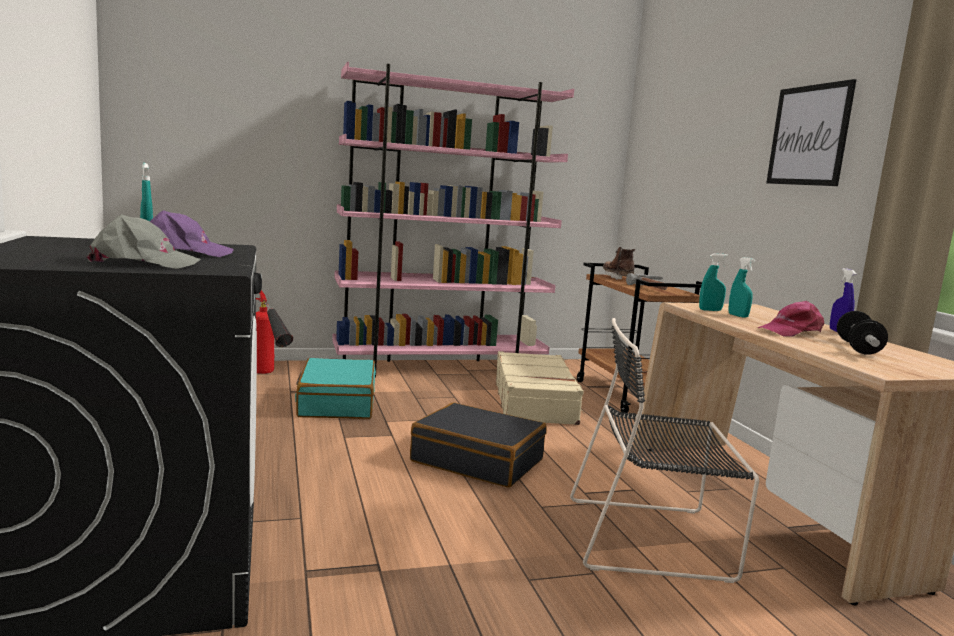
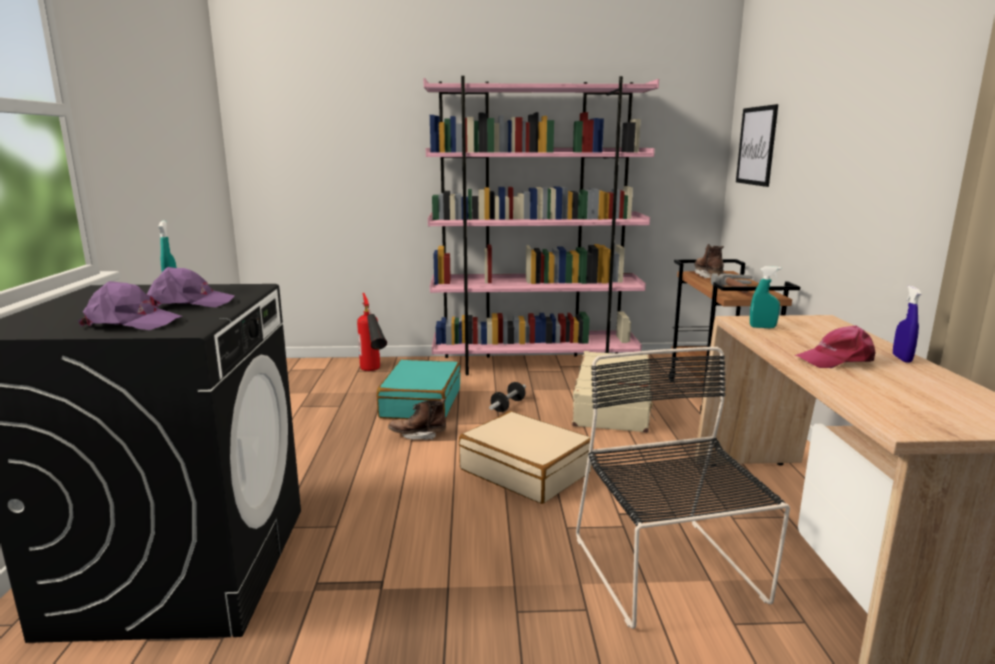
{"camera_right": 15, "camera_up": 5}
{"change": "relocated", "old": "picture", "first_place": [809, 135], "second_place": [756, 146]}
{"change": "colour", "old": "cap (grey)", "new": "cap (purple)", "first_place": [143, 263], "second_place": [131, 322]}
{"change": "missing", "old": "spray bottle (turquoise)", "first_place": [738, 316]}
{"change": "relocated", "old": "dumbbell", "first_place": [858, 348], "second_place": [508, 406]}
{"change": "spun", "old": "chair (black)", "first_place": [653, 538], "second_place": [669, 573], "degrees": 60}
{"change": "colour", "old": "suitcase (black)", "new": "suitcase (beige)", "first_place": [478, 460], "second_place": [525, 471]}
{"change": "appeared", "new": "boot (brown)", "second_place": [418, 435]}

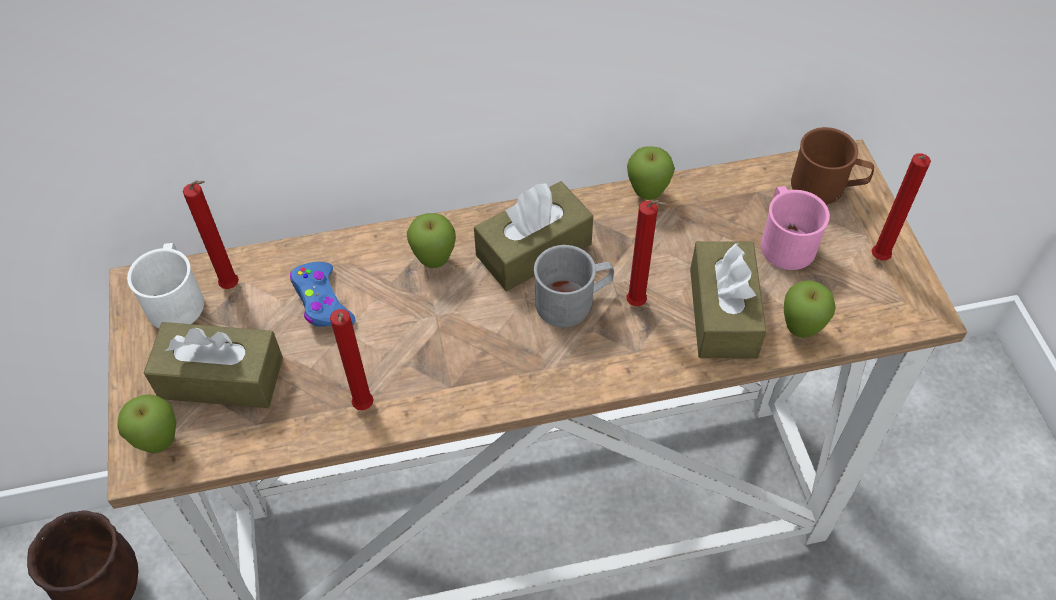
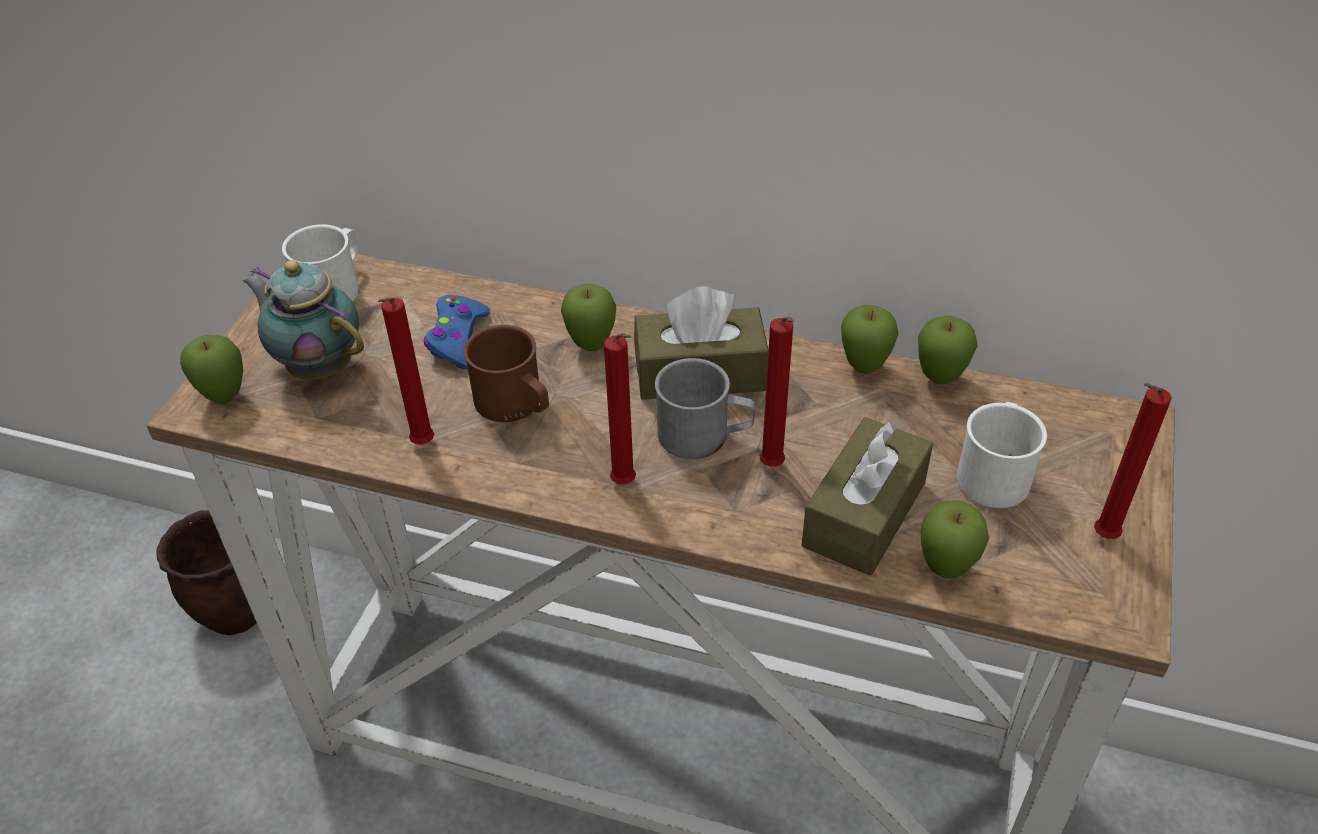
{"camera_right": 30, "camera_up": -10}
{"change": "relocated", "old": "mug (brown)", "first_place": [827, 187], "second_place": [515, 405]}
{"change": "relocated", "old": "candle (red)", "first_place": [233, 287], "second_place": [626, 485]}
{"change": "colour", "old": "mug (pink)", "new": "mug (white)", "first_place": [784, 241], "second_place": [995, 472]}
{"change": "exchanged", "old": "tissue box (brown)", "new": "teapot", "first_place": [221, 378], "second_place": [318, 366]}
{"change": "appeared", "new": "apple", "second_place": [939, 379]}

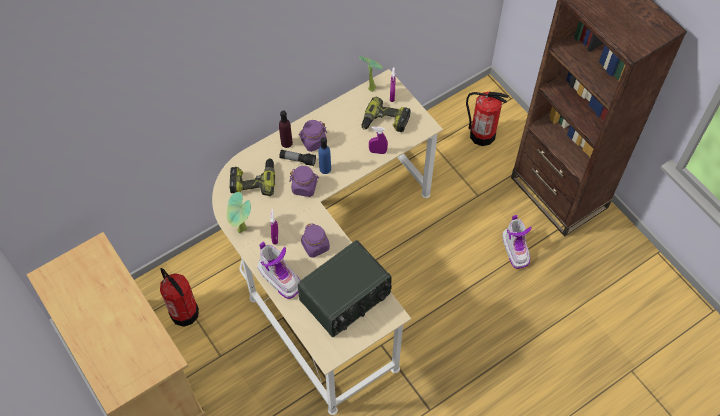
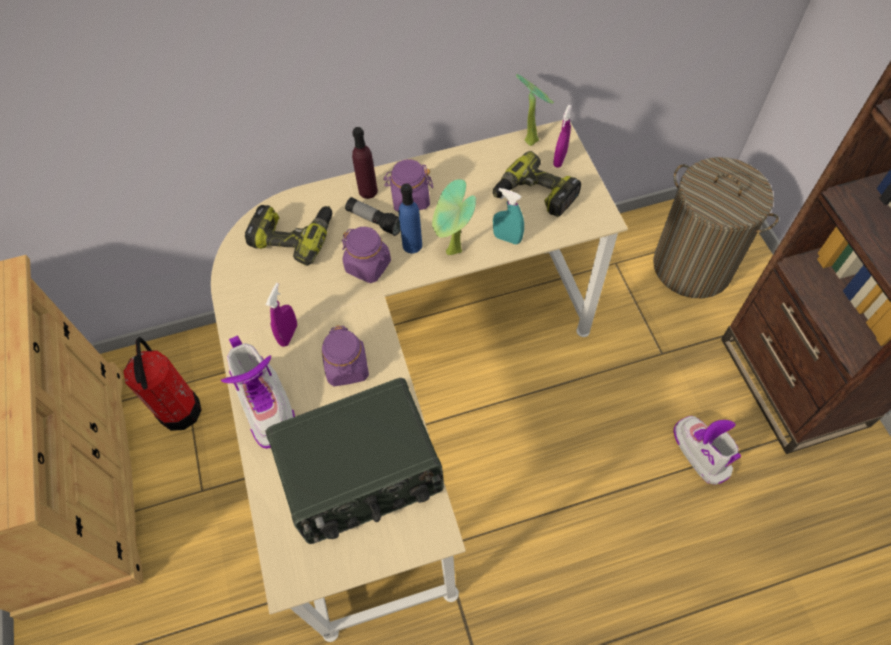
{"camera_right": 20, "camera_up": 0}
{"change": "exchanged", "old": "fire extinguisher", "new": "laundry basket", "first_place": [482, 135], "second_place": [692, 266]}
{"change": "colour", "old": "spray bottle (purple)", "new": "spray bottle (turquoise)", "first_place": [377, 151], "second_place": [507, 238]}
{"change": "relocated", "old": "potted plant", "first_place": [242, 231], "second_place": [453, 254]}
{"change": "spun", "old": "boot", "first_place": [515, 249], "second_place": [700, 452], "degrees": 150}

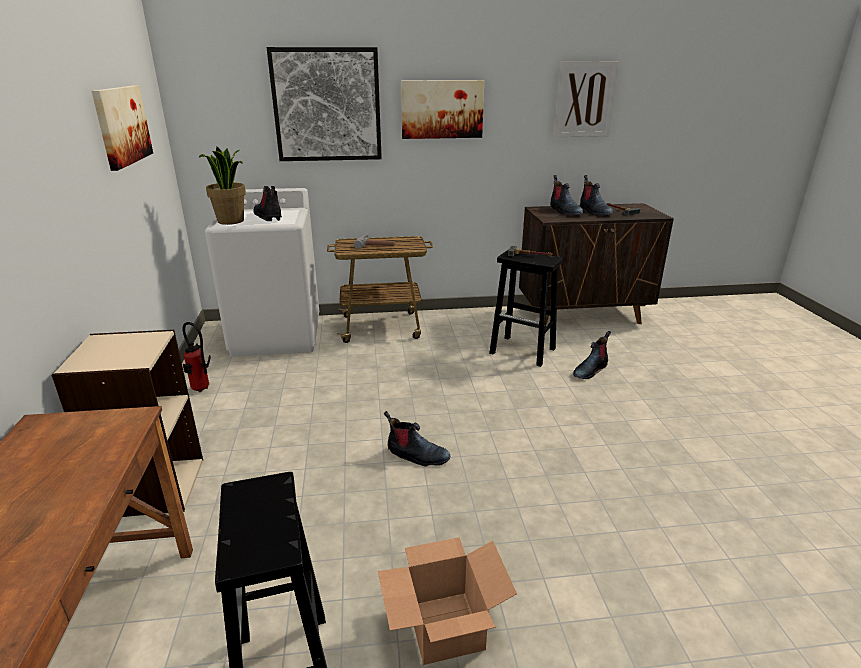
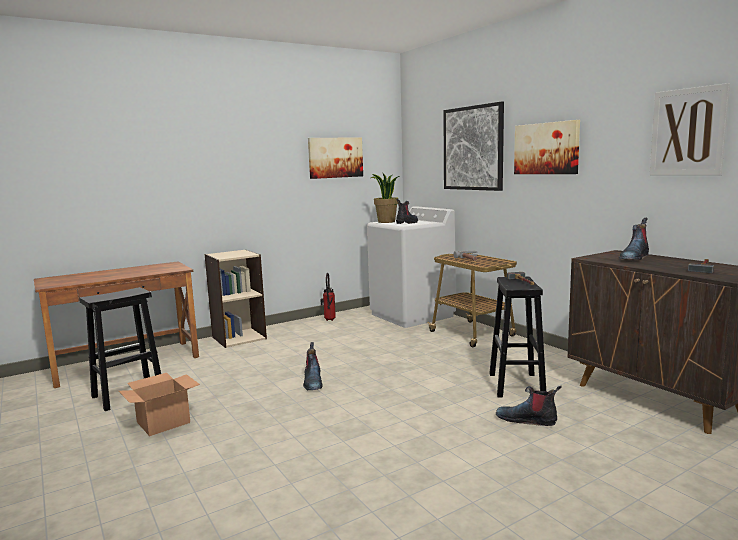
{"camera_right": 65, "camera_up": -15}
{"change": "missing", "old": "boot", "first_place": [594, 211]}

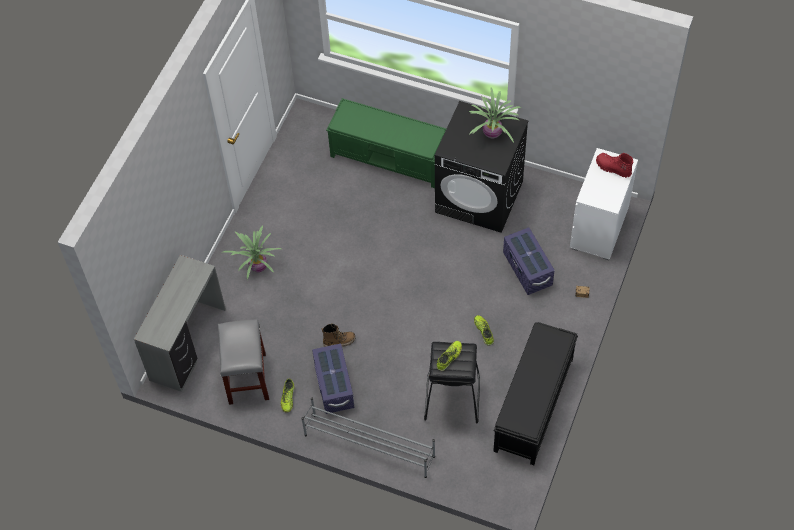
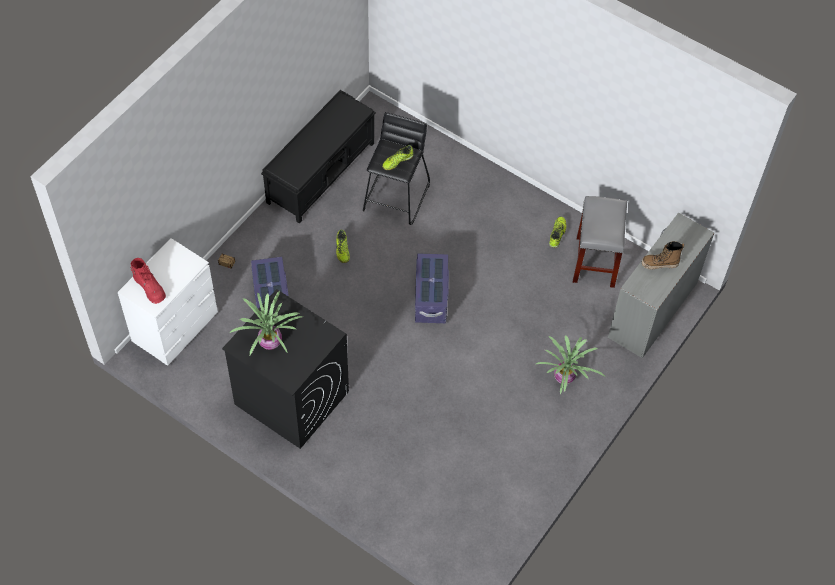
{"camera_right": -170, "camera_up": 0}
{"change": "missing", "old": "bench (green)", "first_place": [389, 158]}
{"change": "relocated", "old": "boot", "first_place": [339, 342], "second_place": [659, 264]}
{"change": "relocated", "old": "storage box (purple)", "first_place": [334, 386], "second_place": [431, 297]}
{"change": "missing", "old": "shoe rack (grey)", "first_place": [369, 445]}

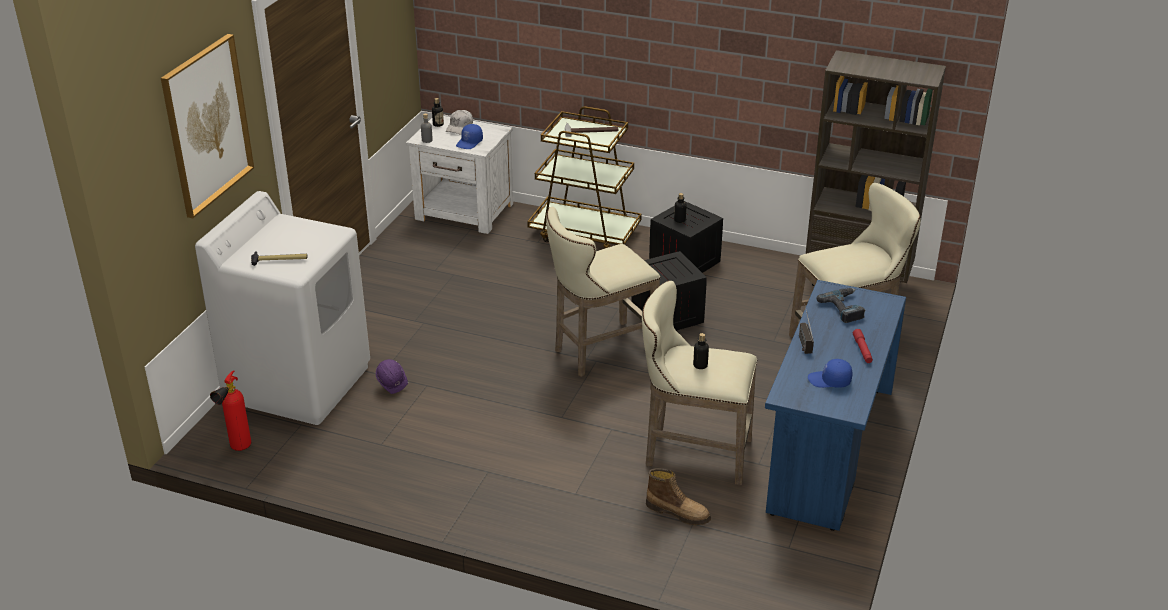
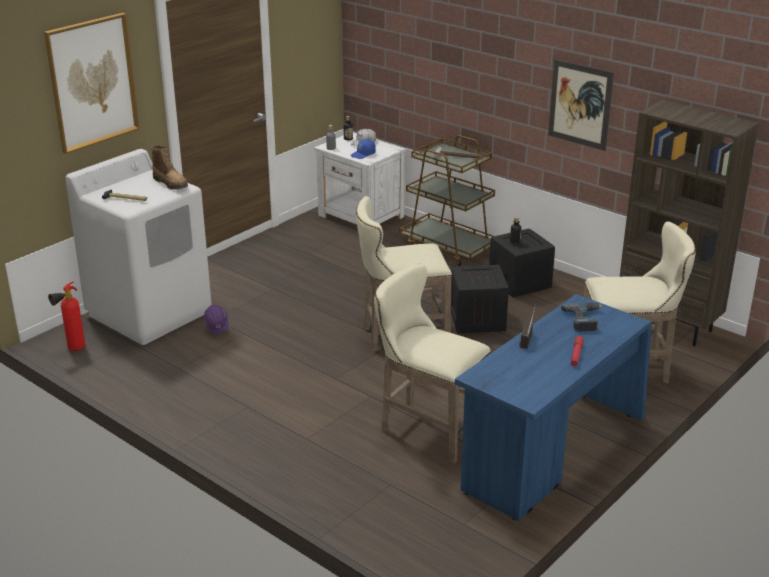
{"camera_right": 20, "camera_up": -5}
{"change": "missing", "old": "bottle", "first_place": [700, 365]}
{"change": "missing", "old": "cap (blue)", "first_place": [829, 381]}
{"change": "relocated", "old": "boot", "first_place": [678, 512], "second_place": [171, 183]}
{"change": "appeared", "new": "picture", "second_place": [580, 104]}

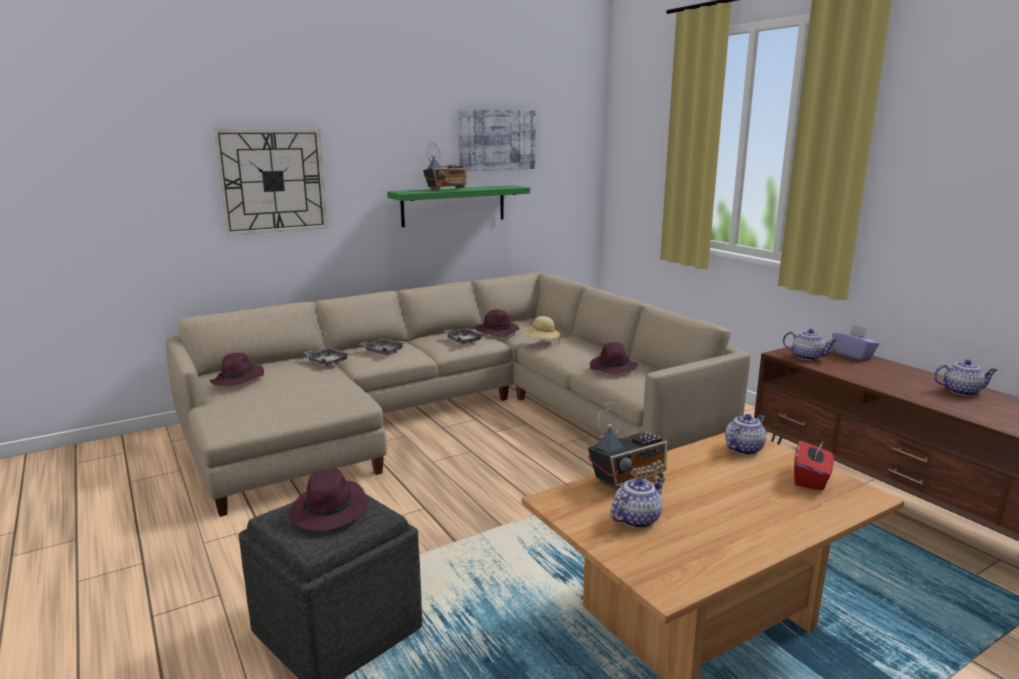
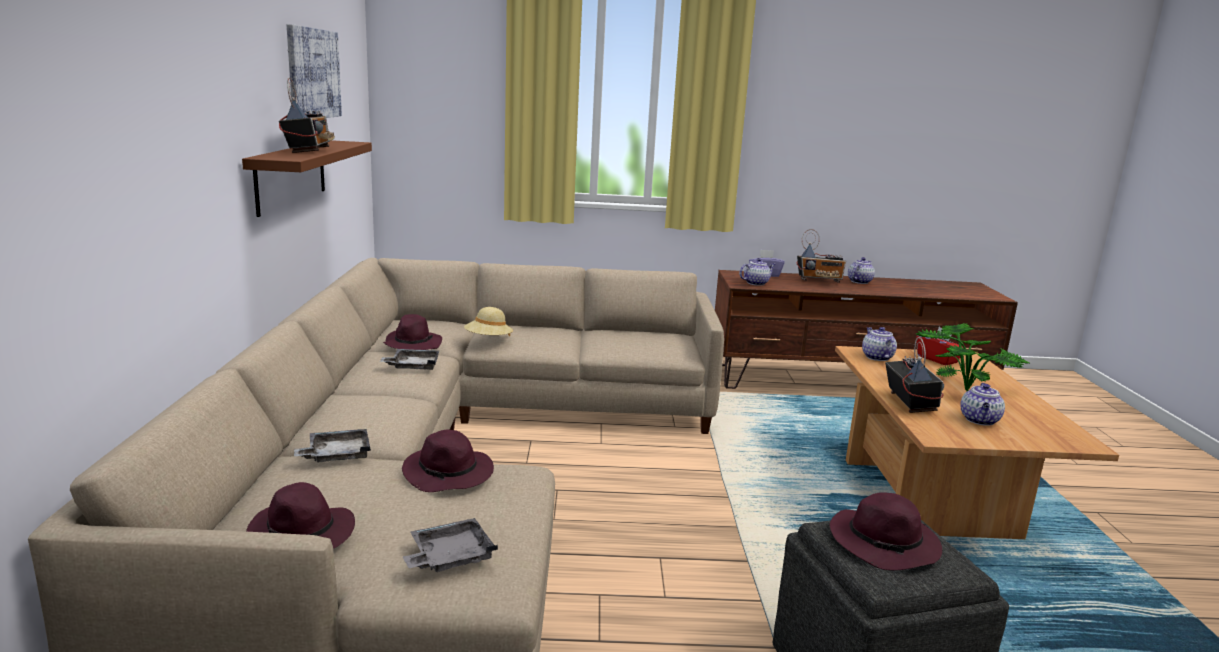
{"camera_right": -60, "camera_up": 0}
{"change": "missing", "old": "wall clock", "first_place": [272, 181]}
{"change": "colour", "old": "shelf (green)", "new": "shelf (brown)", "first_place": [454, 205], "second_place": [291, 175]}
{"change": "relocated", "old": "tray (grey)", "first_place": [382, 351], "second_place": [449, 557]}
{"change": "relocated", "old": "hat (purple)", "first_place": [613, 368], "second_place": [449, 474]}
{"change": "spun", "old": "teapot", "first_place": [637, 519], "second_place": [980, 420], "degrees": -150}
{"change": "appeared", "new": "radio", "second_place": [819, 281]}
{"change": "appeared", "new": "potted plant", "second_place": [964, 388]}

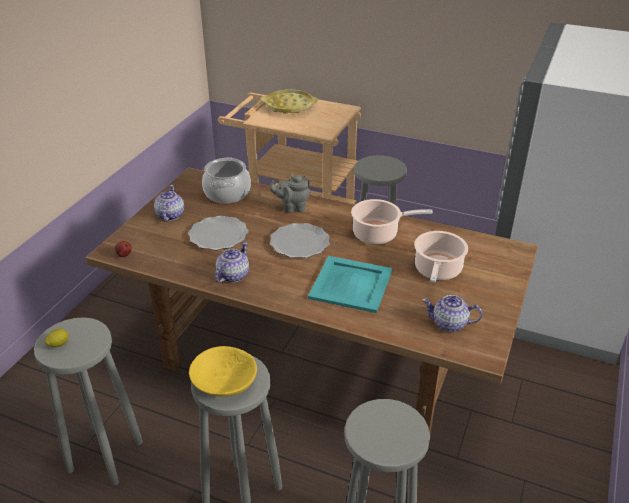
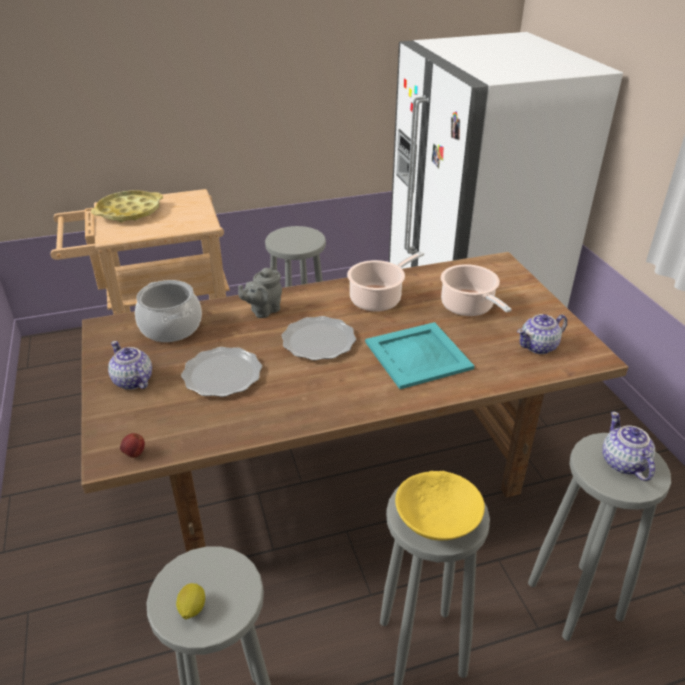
{"camera_right": -40, "camera_up": 0}
{"change": "relocated", "old": "teapot", "first_place": [232, 275], "second_place": [623, 463]}

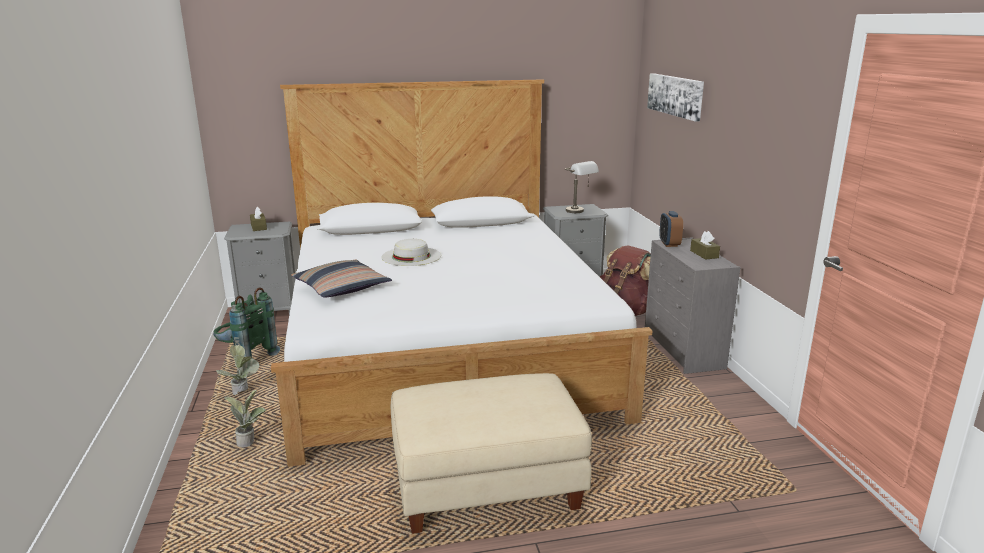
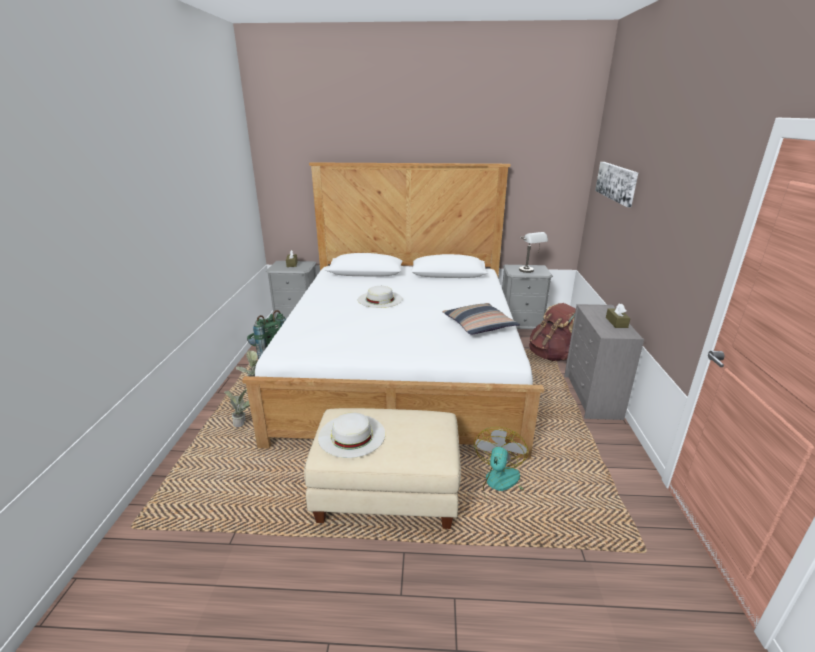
{"camera_right": 15, "camera_up": 5}
{"change": "missing", "old": "alarm clock", "first_place": [669, 244]}
{"change": "relocated", "old": "pillow", "first_place": [341, 288], "second_place": [479, 325]}
{"change": "appeared", "new": "hat (white)", "second_place": [351, 435]}
{"change": "appeared", "new": "fan", "second_place": [501, 486]}

